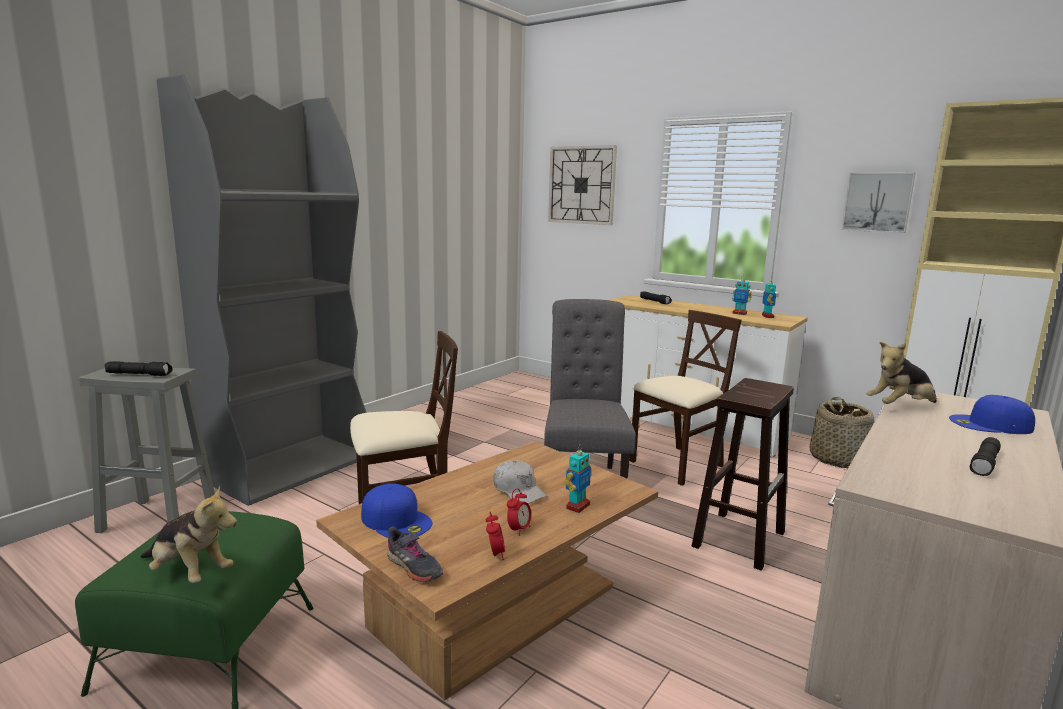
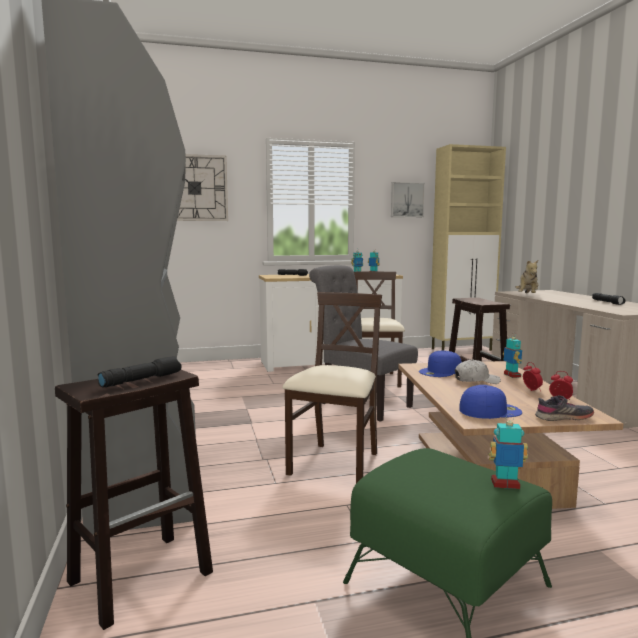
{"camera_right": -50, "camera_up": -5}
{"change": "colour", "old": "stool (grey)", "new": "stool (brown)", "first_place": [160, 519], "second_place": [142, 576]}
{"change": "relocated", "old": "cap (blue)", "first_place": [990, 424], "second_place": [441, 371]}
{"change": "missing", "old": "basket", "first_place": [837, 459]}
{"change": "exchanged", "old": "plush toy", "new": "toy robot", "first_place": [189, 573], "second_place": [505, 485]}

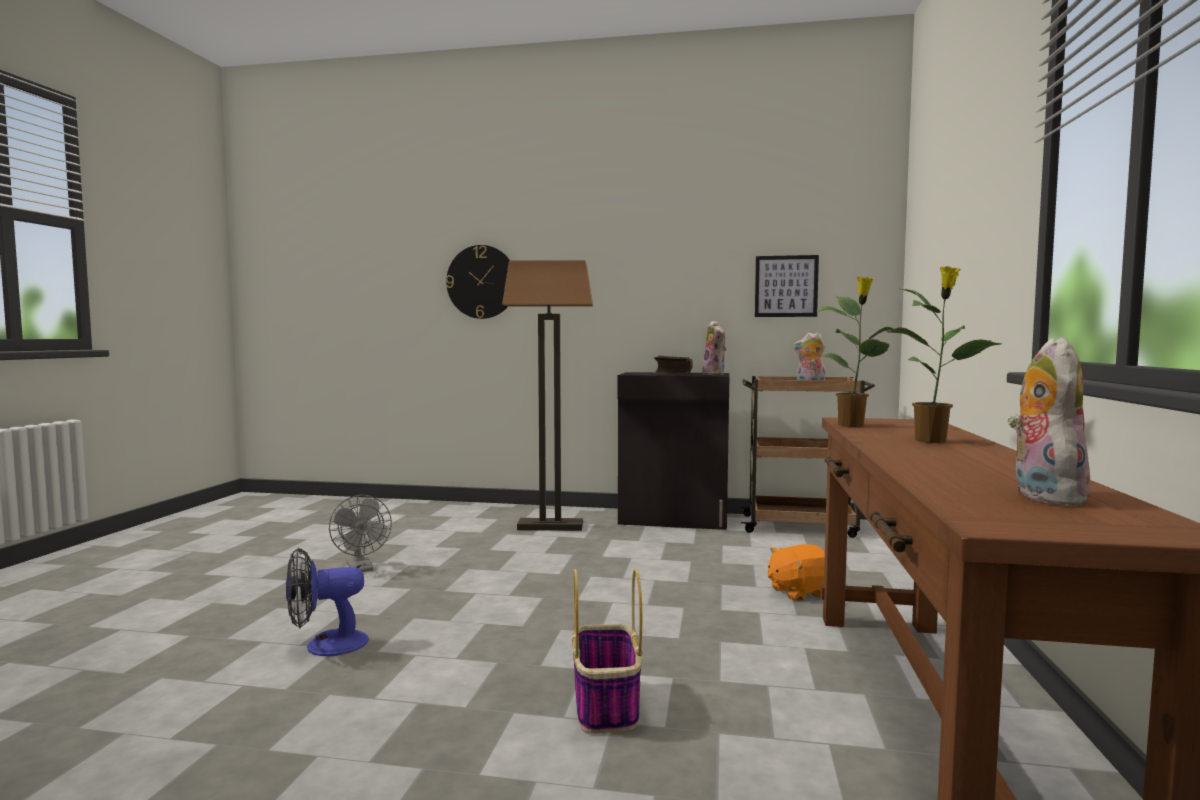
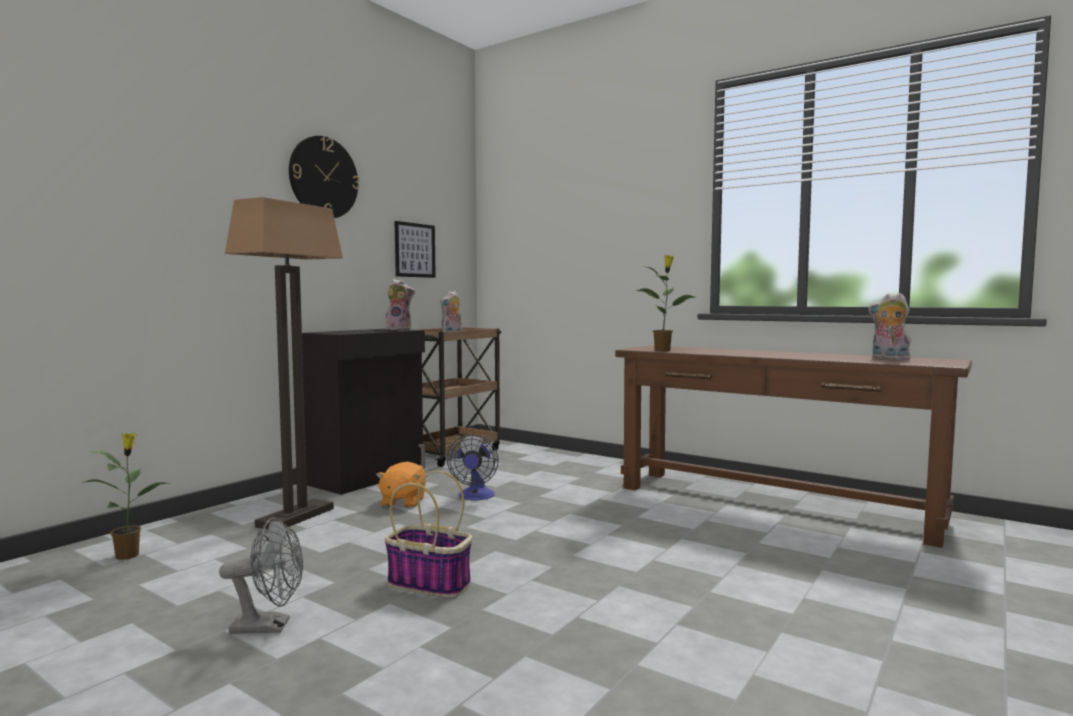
{"camera_right": -65, "camera_up": 0}
{"change": "relocated", "old": "wall clock", "first_place": [481, 282], "second_place": [323, 177]}
{"change": "relocated", "old": "potted plant", "first_place": [932, 441], "second_place": [129, 555]}
{"change": "missing", "old": "book", "first_place": [672, 373]}
{"change": "relocated", "old": "plush toy (orange)", "first_place": [799, 592], "second_place": [402, 502]}
{"change": "relocated", "old": "fan", "first_place": [325, 645], "second_place": [475, 496]}
{"change": "relocated", "old": "basket", "first_place": [606, 706], "second_place": [431, 583]}

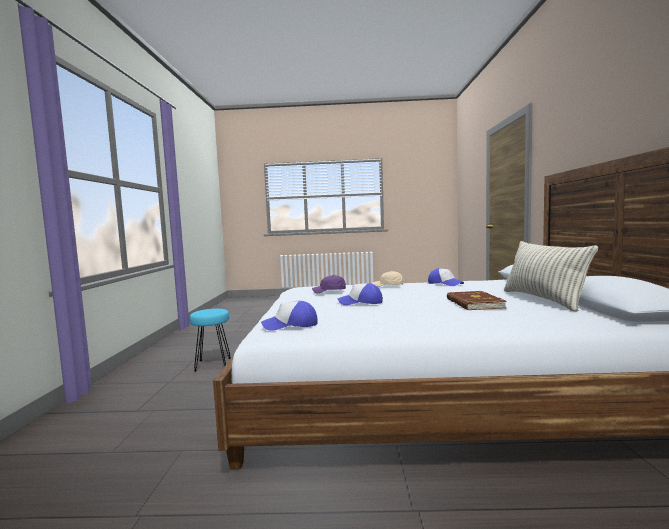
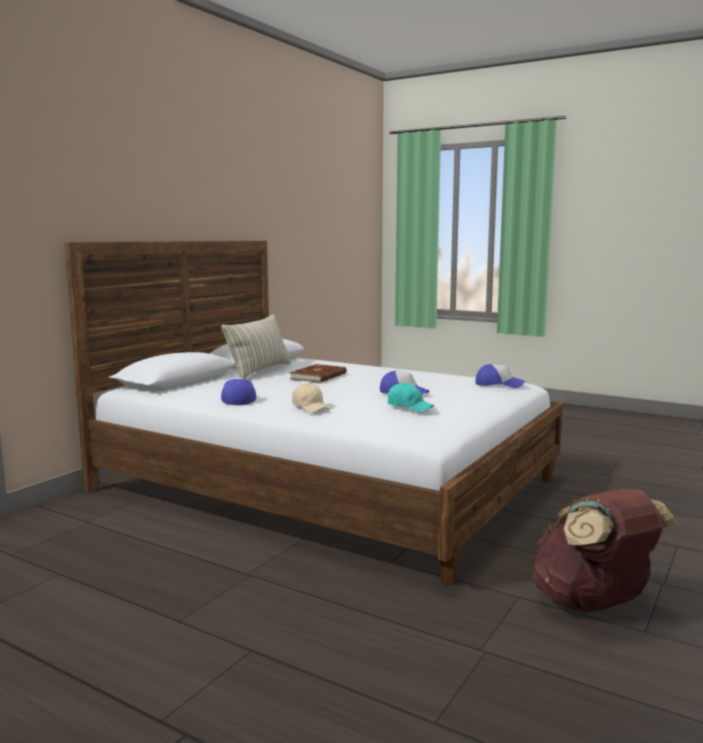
{"camera_right": -150, "camera_up": 5}
{"change": "colour", "old": "cap (purple)", "new": "cap (turquoise)", "first_place": [329, 291], "second_place": [409, 407]}
{"change": "exchanged", "old": "stool (turquoise)", "new": "backpack (brown)", "first_place": [213, 364], "second_place": [593, 604]}

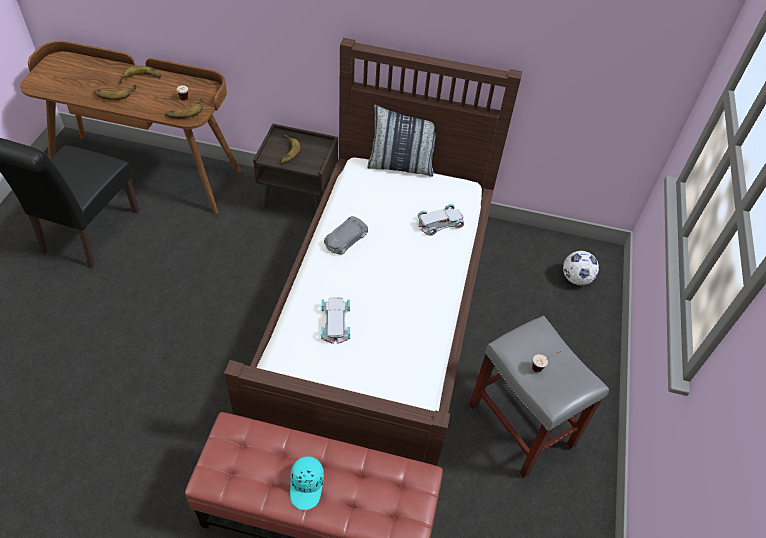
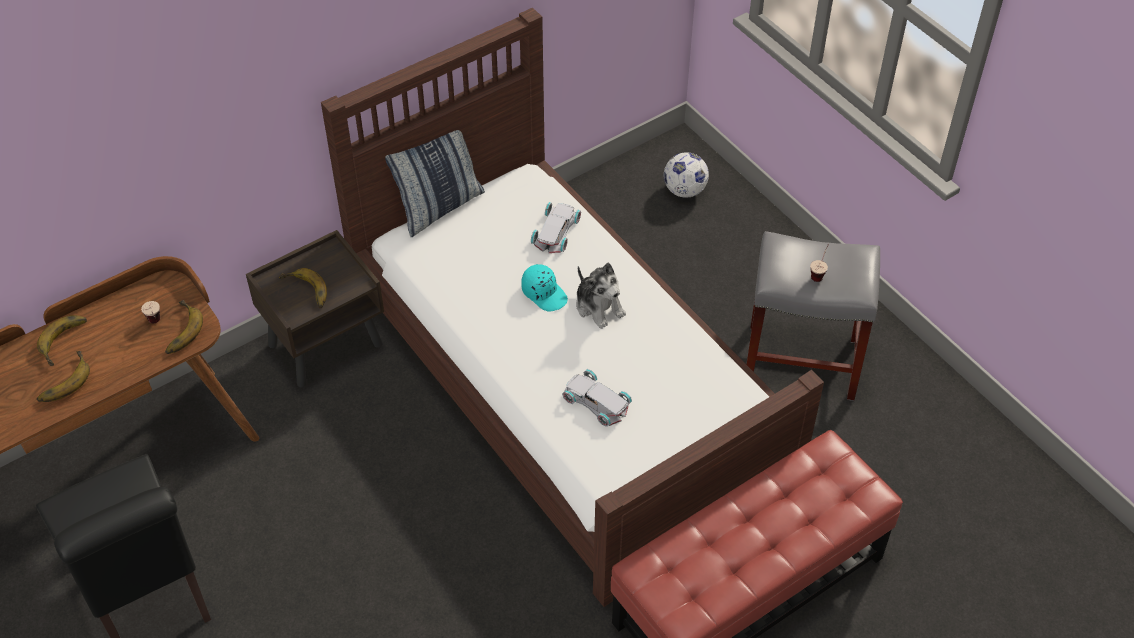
{"camera_right": -45, "camera_up": 0}
{"change": "missing", "old": "toy car (grey)", "first_place": [345, 239]}
{"change": "relocated", "old": "cap (turquoise)", "first_place": [307, 485], "second_place": [544, 293]}
{"change": "appeared", "new": "plush toy", "second_place": [599, 306]}

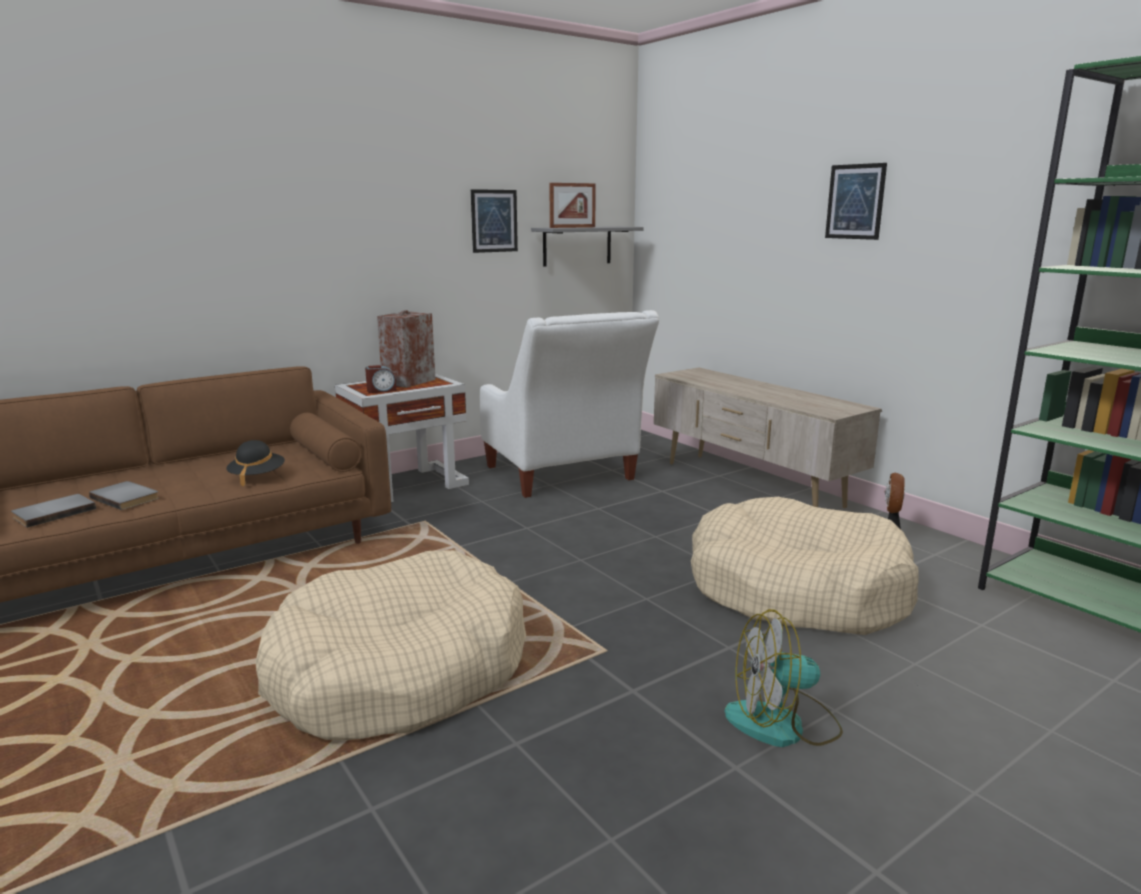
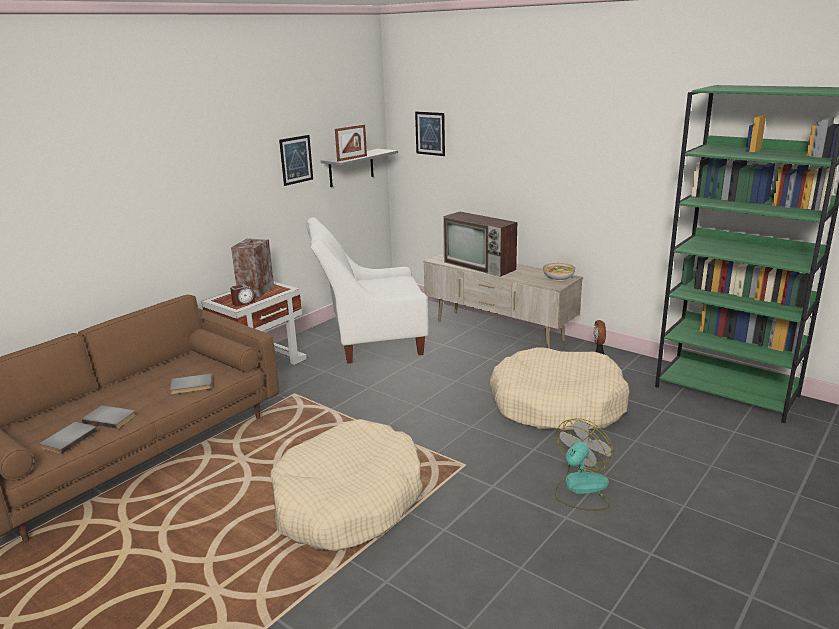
{"camera_right": -15, "camera_up": 5}
{"change": "relocated", "old": "picture", "first_place": [855, 201], "second_place": [430, 133]}
{"change": "spun", "old": "armchair (white)", "first_place": [563, 476], "second_place": [370, 342], "degrees": 120}
{"change": "exchanged", "old": "hat (black)", "new": "book (grey)", "first_place": [257, 477], "second_place": [191, 386]}
{"change": "spun", "old": "fan", "first_place": [782, 724], "second_place": [580, 489], "degrees": 150}
{"change": "appeared", "new": "television", "second_place": [480, 266]}
{"change": "appeared", "new": "bowl", "second_place": [558, 277]}

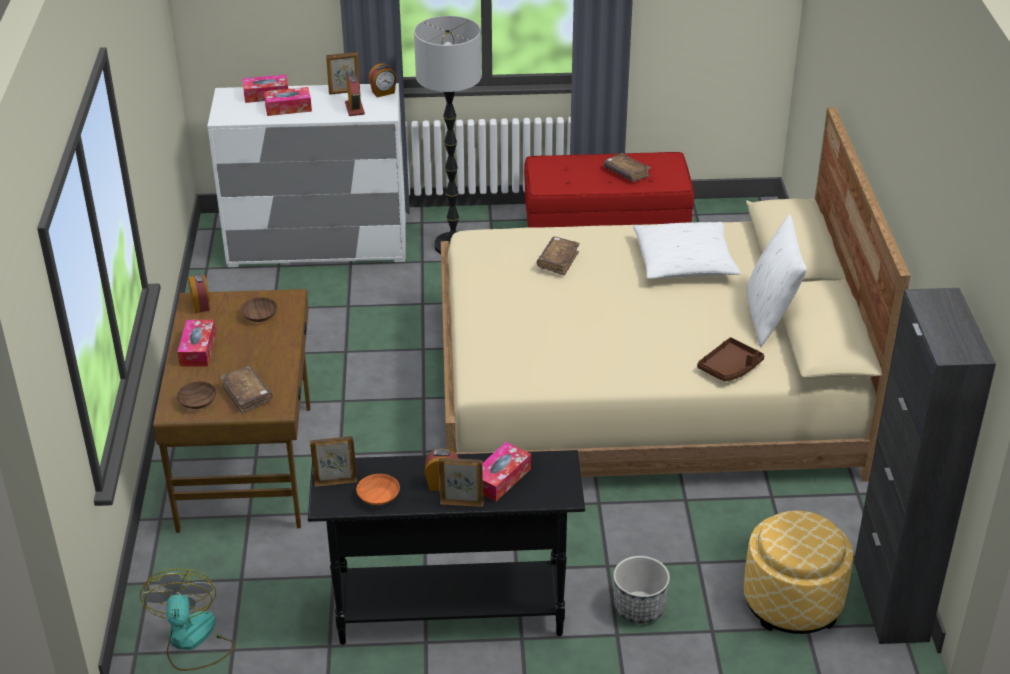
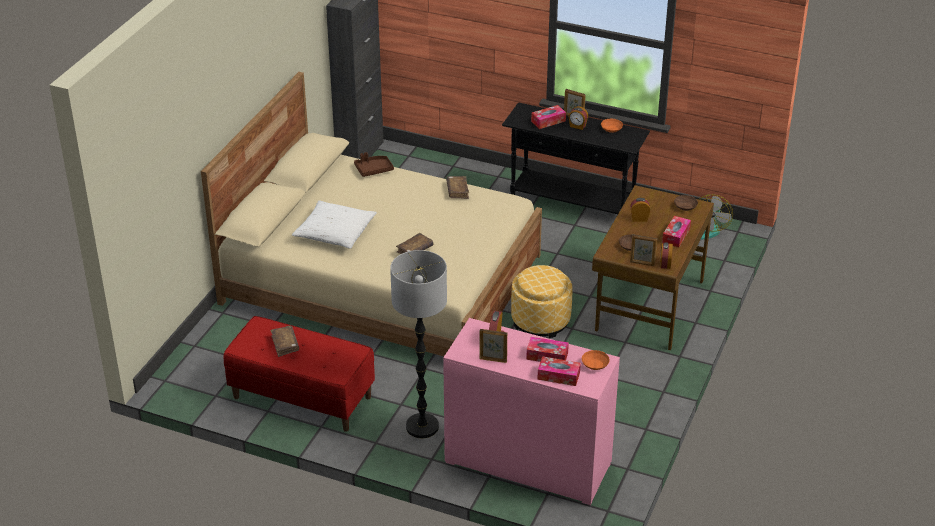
{"camera_right": -155, "camera_up": 0}
{"change": "relocated", "old": "alarm clock", "first_place": [383, 93], "second_place": [639, 218]}
{"change": "colour", "old": "dresser (white)", "new": "dresser (pink)", "first_place": [318, 245], "second_place": [528, 463]}
{"change": "missing", "old": "pillow (white)", "first_place": [769, 317]}
{"change": "relocated", "old": "book (brown)", "first_place": [247, 394], "second_place": [457, 191]}
{"change": "relocated", "old": "picture frame", "first_place": [335, 482], "second_place": [642, 263]}
{"change": "relocated", "old": "ottoman", "first_place": [792, 602], "second_place": [540, 320]}
{"change": "missing", "old": "planter", "first_place": [639, 608]}
{"change": "appeared", "new": "bowl (orange)", "second_place": [595, 364]}

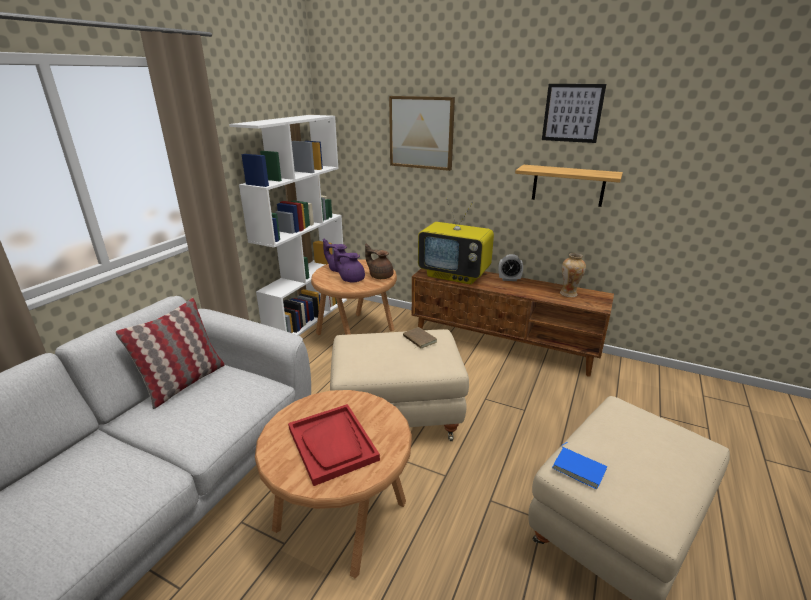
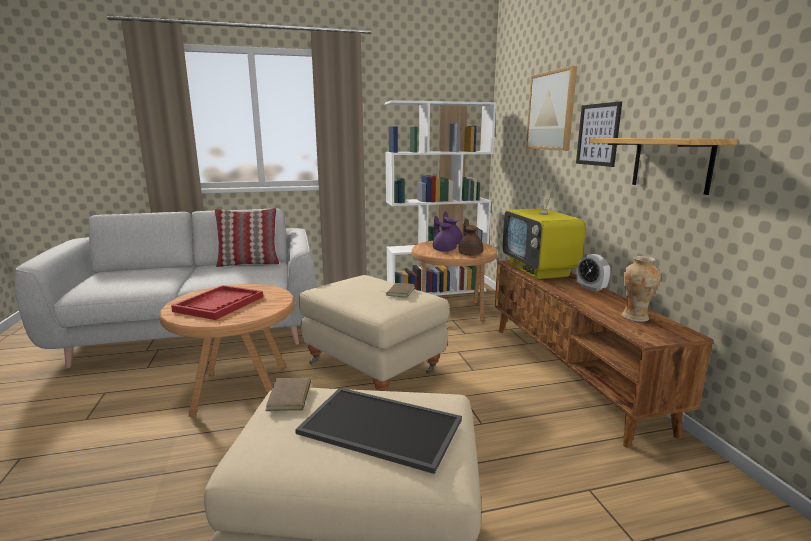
{"camera_right": 50, "camera_up": -10}
{"change": "relocated", "old": "picture", "first_place": [572, 113], "second_place": [598, 134]}
{"change": "colour", "old": "book (blue)", "new": "book (brown)", "first_place": [579, 468], "second_place": [291, 397]}
{"change": "appeared", "new": "tray", "second_place": [378, 428]}

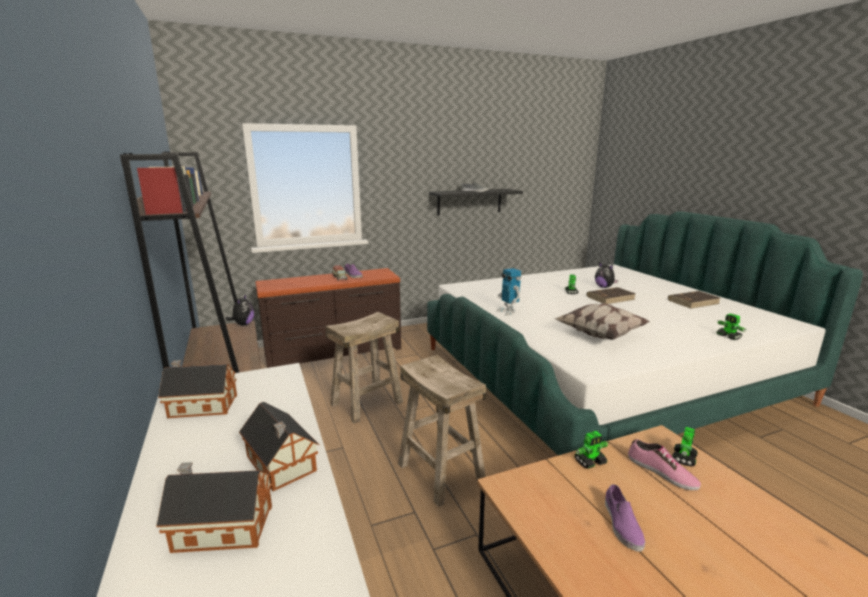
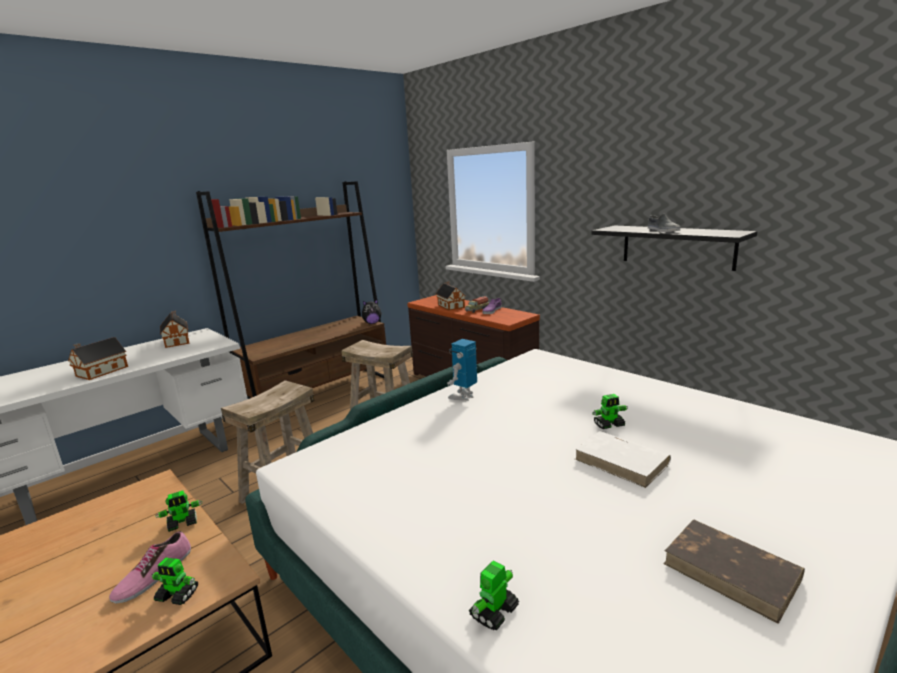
{"camera_right": 70, "camera_up": 0}
{"change": "missing", "old": "plush toy", "first_place": [604, 287]}
{"change": "colour", "old": "book (brown)", "new": "book (white)", "first_place": [610, 298], "second_place": [622, 461]}
{"change": "missing", "old": "pillow", "first_place": [599, 334]}
{"change": "spun", "old": "toy robot", "first_place": [590, 461], "second_place": [183, 523], "degrees": -75}
{"change": "relocated", "old": "toy house", "first_place": [220, 527], "second_place": [450, 306]}
{"change": "missing", "old": "shoe (purple)", "first_place": [622, 524]}

